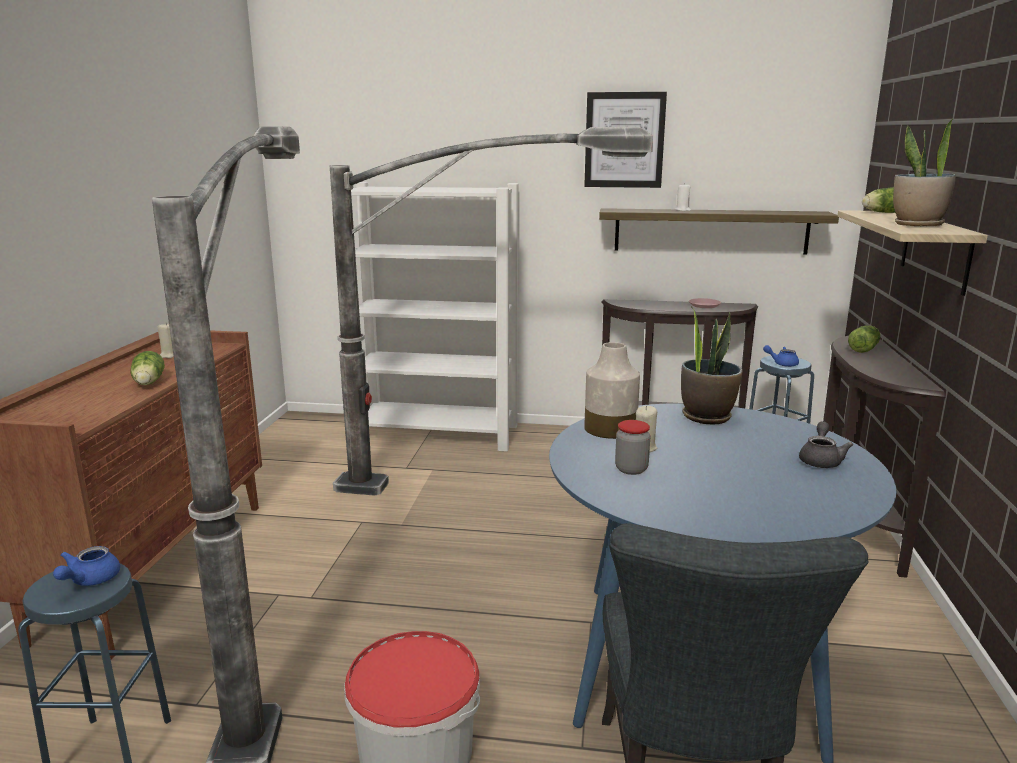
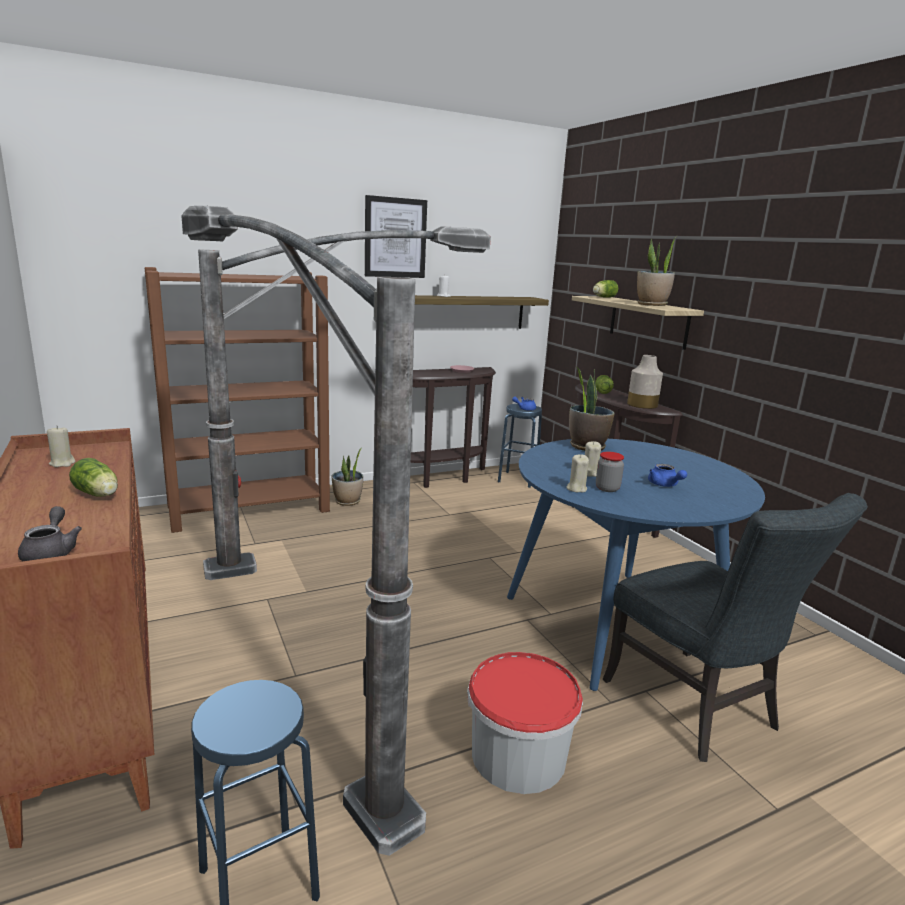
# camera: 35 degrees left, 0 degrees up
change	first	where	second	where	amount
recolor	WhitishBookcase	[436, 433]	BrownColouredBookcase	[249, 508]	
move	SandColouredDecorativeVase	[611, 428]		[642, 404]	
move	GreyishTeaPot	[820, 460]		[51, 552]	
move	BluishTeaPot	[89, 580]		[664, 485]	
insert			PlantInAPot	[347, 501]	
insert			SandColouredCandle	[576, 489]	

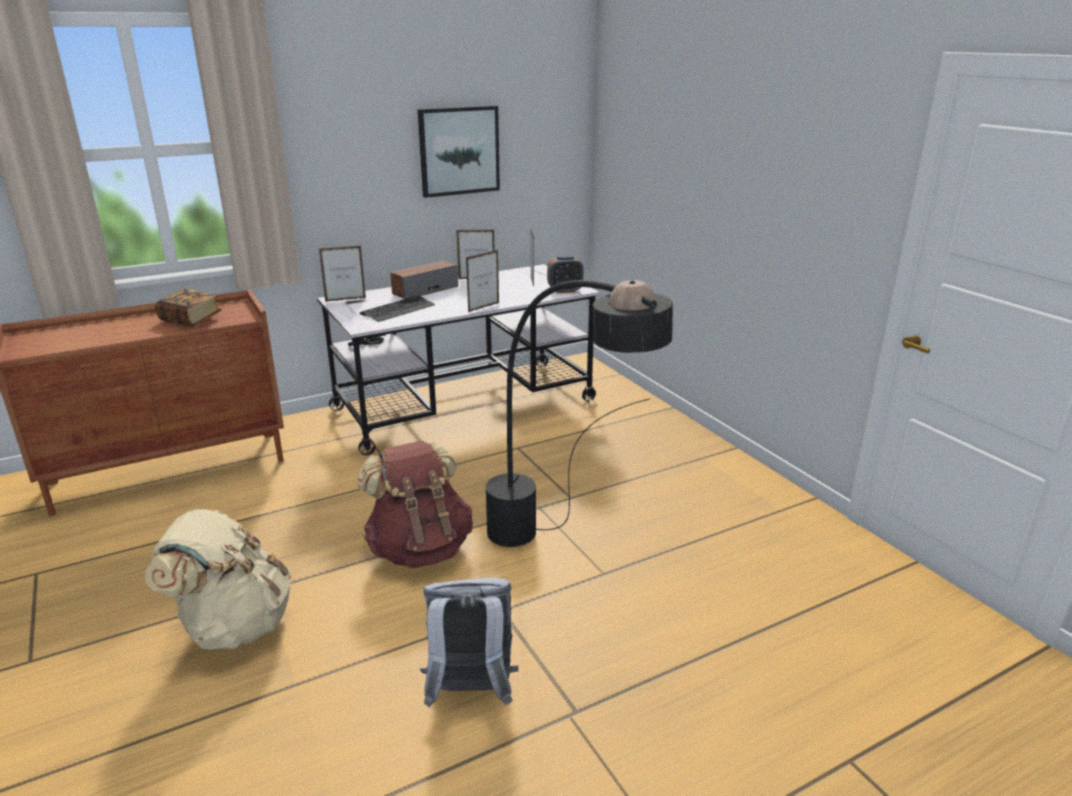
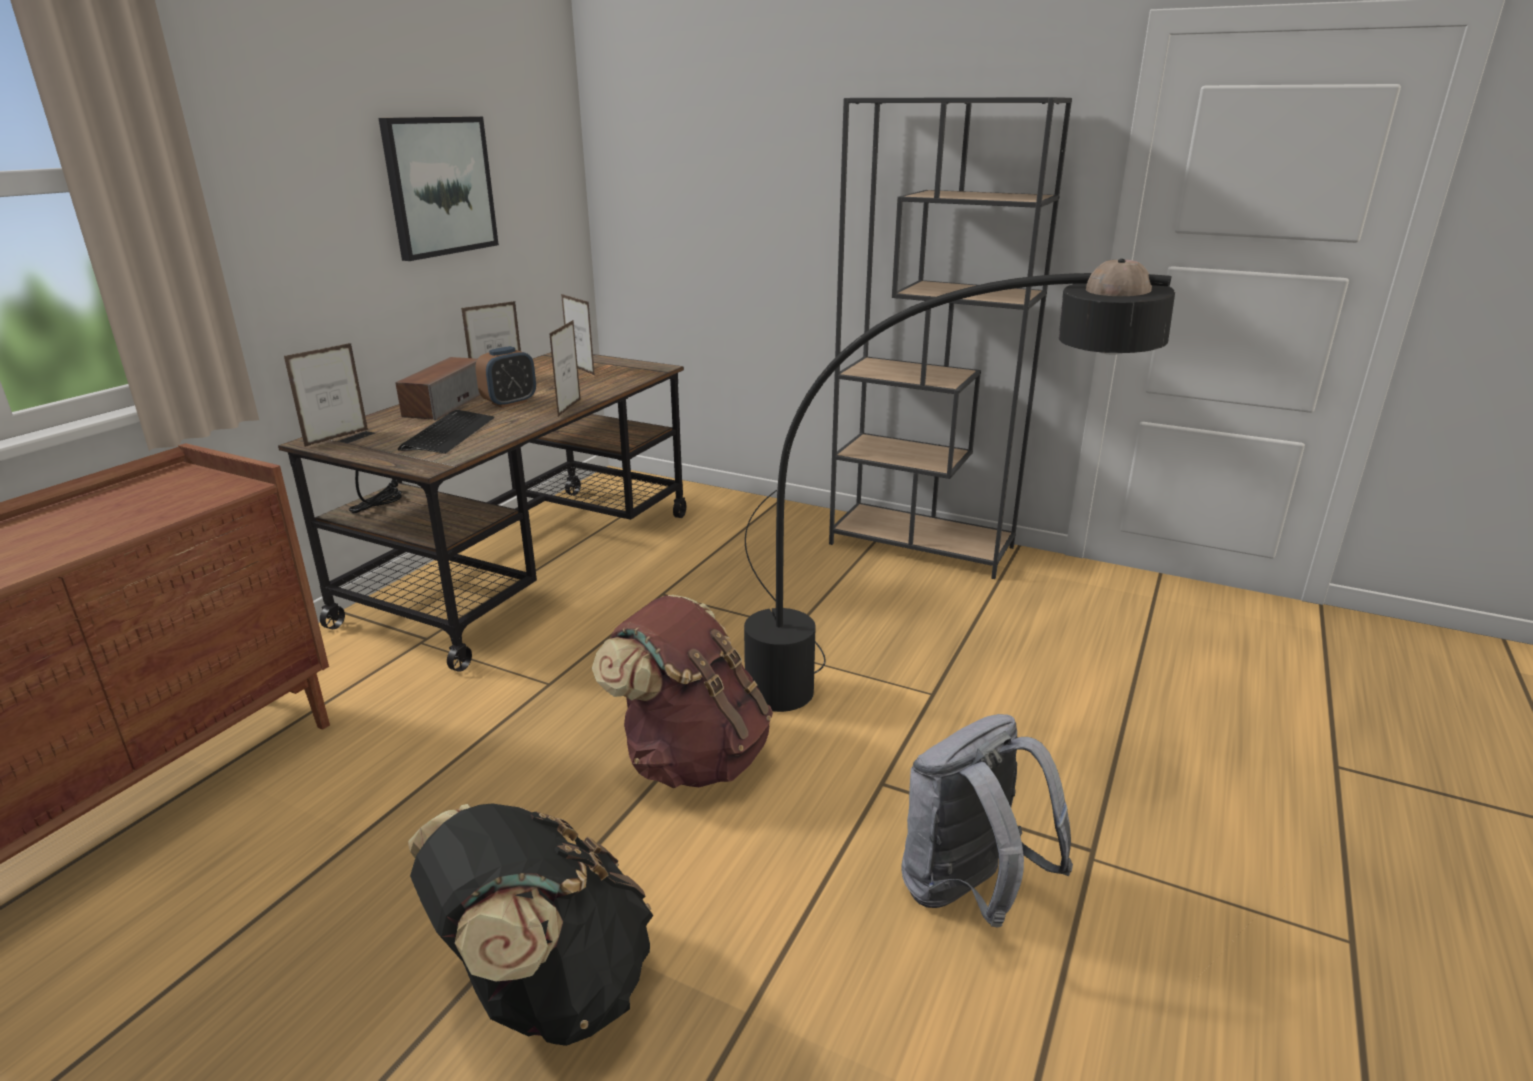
# camera: 35 degrees left, 0 degrees up
change	first	where	second	where	amount
move	AlarmClock	[565, 291]		[509, 402]	
recolor	WhitishDeskTable	[464, 405]	BrownColouredDeskTable	[527, 565]	
delete	BoundBook	[191, 319]			
recolor	SandColouredKnapsack	[234, 625]	BlackishKnapsack	[546, 988]	
insert			Bookcase	[922, 545]	

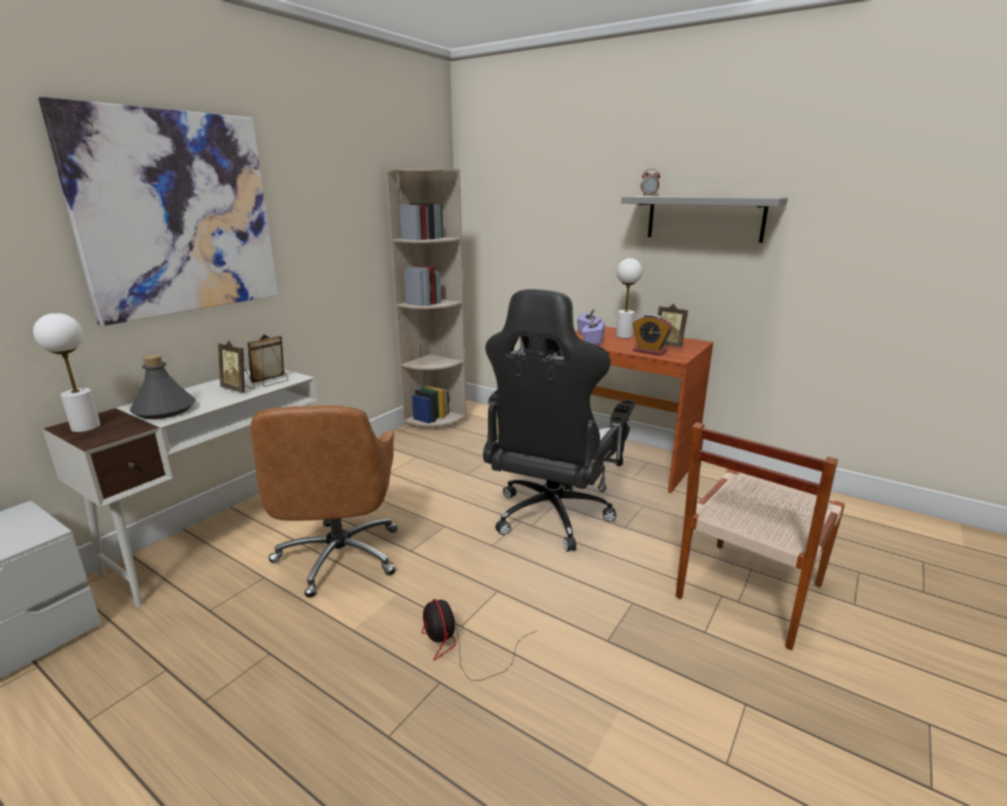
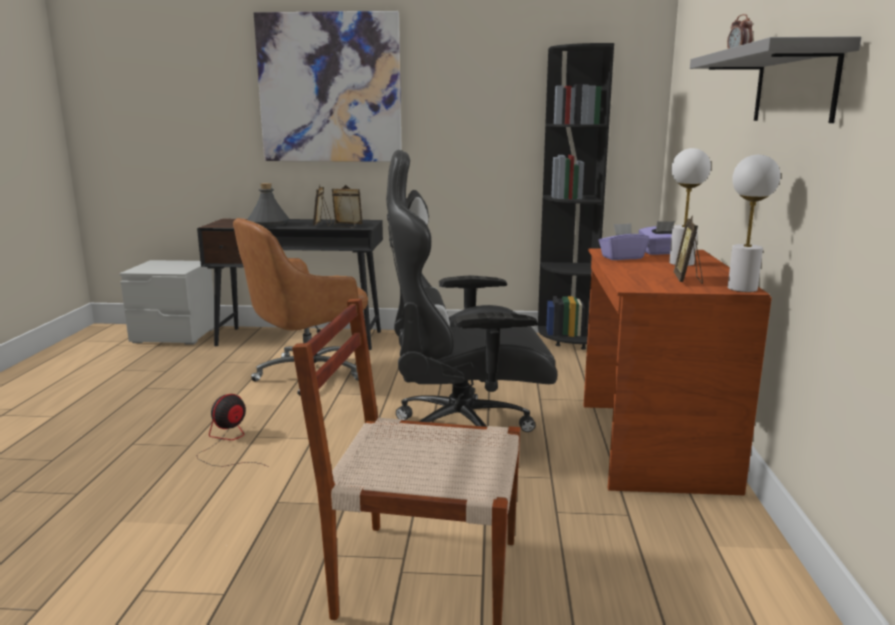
# camera: 60 degrees right, 5 degrees down
change	first	where	second	where	amount
recolor	SandColouredBookcase	[435, 424]	BlackishBookcase	[566, 342]	
move	WhitishTableLamp	[85, 427]		[742, 288]	
delete	AlarmClock	[649, 351]			
recolor	WhitishDeskTable	[224, 536]	BlackishDeskTable	[301, 338]	

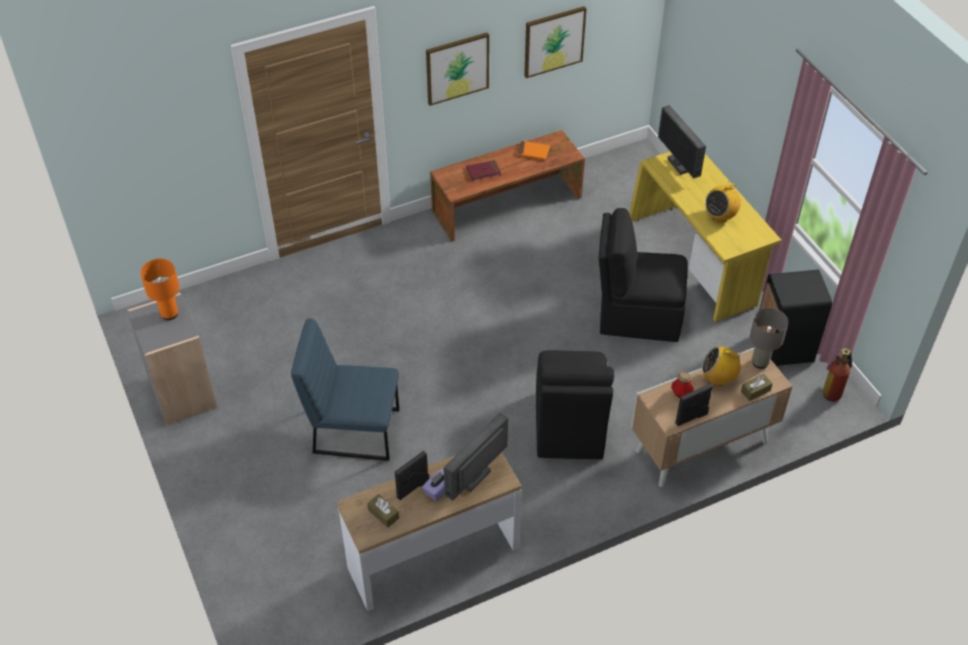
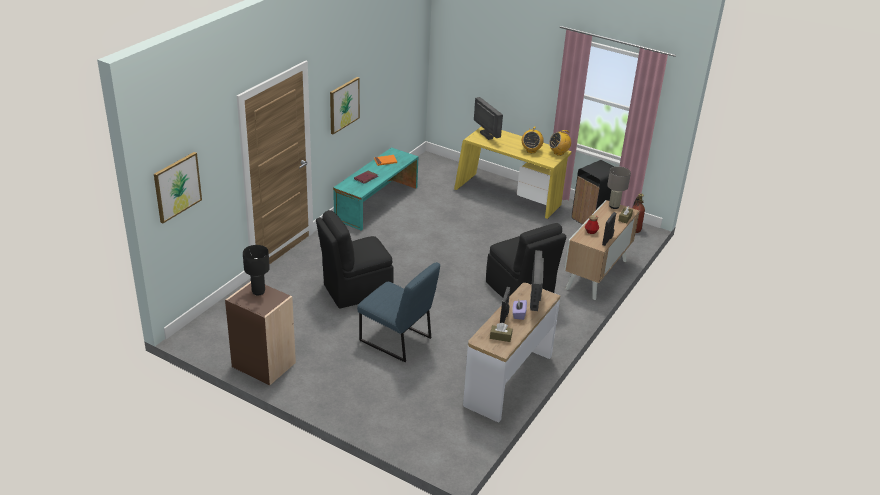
# camera: 35 degrees left, 15 degrees down
change	first	where	second	where	amount
move	WallArt	[554, 41]		[177, 186]	
rotate	Monitor	[678, 165]		[485, 136]	150 degrees counterclockwise
recolor	BrownColouredLongSeat	[507, 203]	BlueGreenLongSeat	[376, 202]	
move	BlackishPlainChair	[637, 315]		[355, 290]	
recolor	OrangeyTableLamp	[169, 314]	BlackishTableLamp	[258, 292]	
recolor	GreyishBookcase	[182, 393]	BrownColouredBookcase	[262, 365]	
rotate	BluishPlainChair	[353, 430]		[397, 340]	120 degrees counterclockwise
move	RadioSet	[718, 379]		[559, 153]	

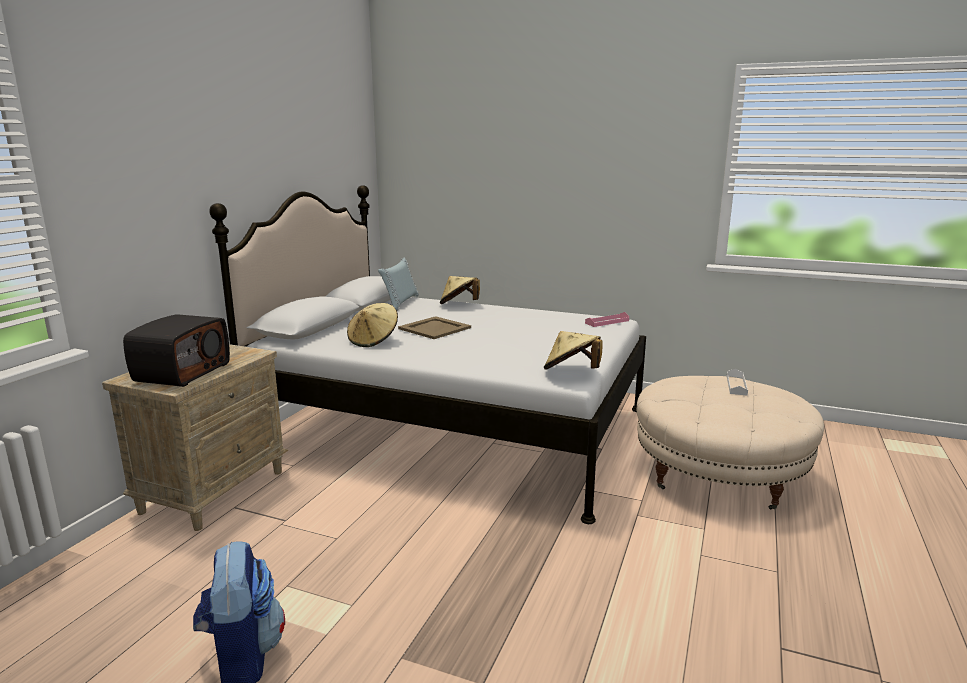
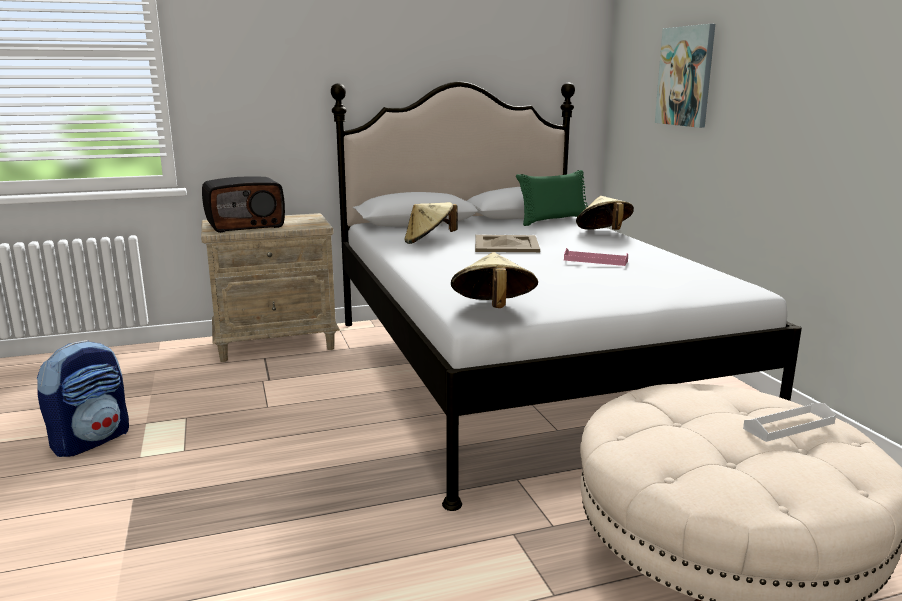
# camera: 50 degrees right, 0 degrees up
change	first	where	second	where	amount
recolor	BluishThrowPillow	[400, 303]	GreenishThrowPillow	[553, 221]	
move	PinkColouredTray	[607, 322]		[595, 260]	
insert			WallArt	[686, 76]	

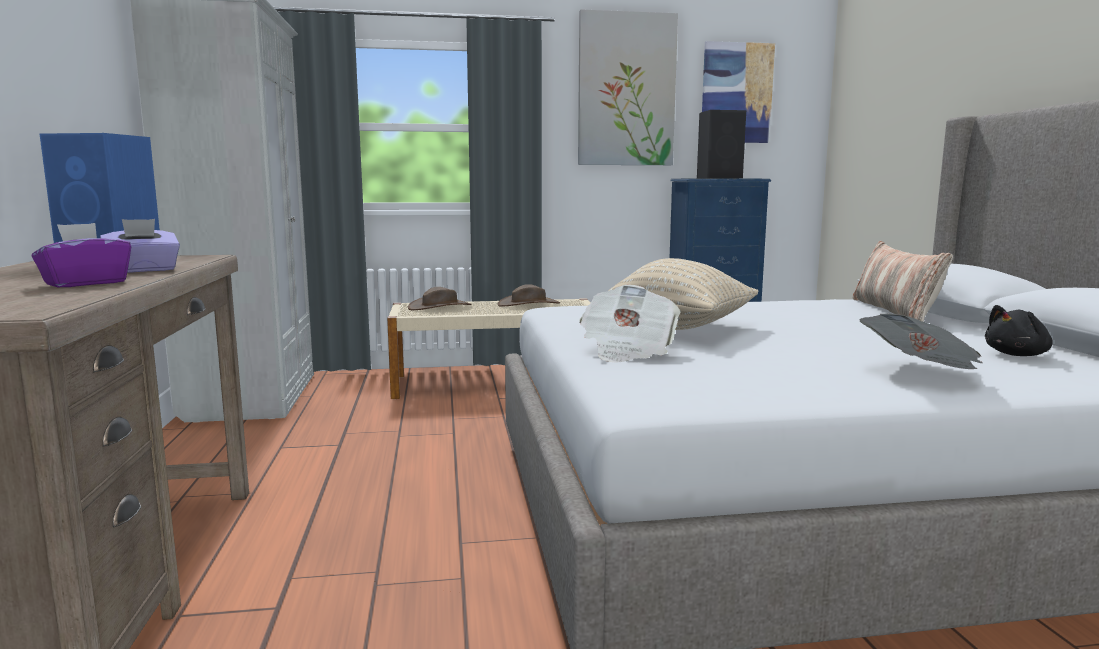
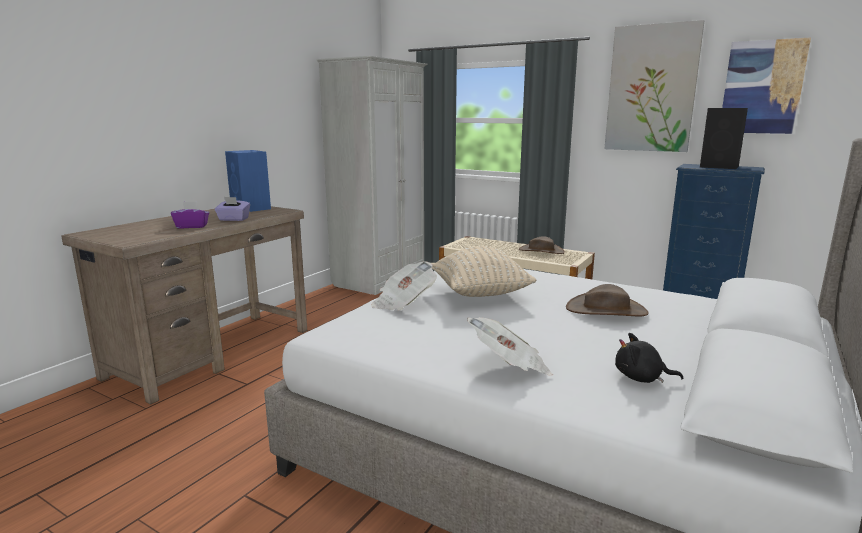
# camera: 40 degrees right, 5 degrees up
change	first	where	second	where	amount
delete	ThrowPillow	[894, 311]			
move	BrownColouredClothingHat	[440, 307]		[606, 310]	

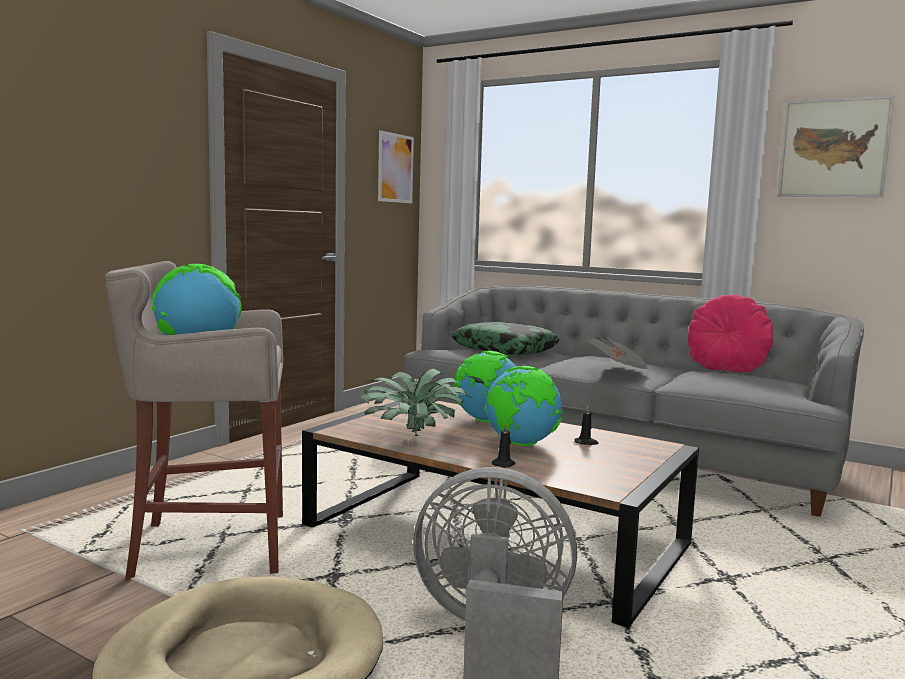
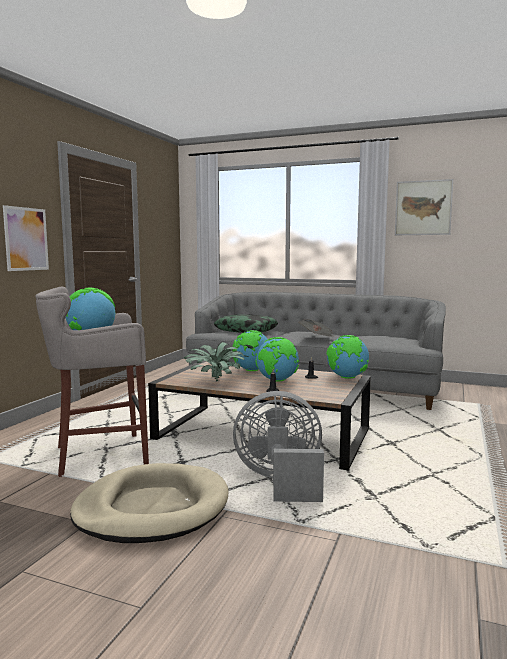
# camera: 10 degrees left, 0 degrees up
change	first	where	second	where	amount
move	WallArt	[395, 168]		[26, 239]	
delete	PinkColouredThrowPillow	[726, 370]			
insert			DeskGlobe	[347, 378]	

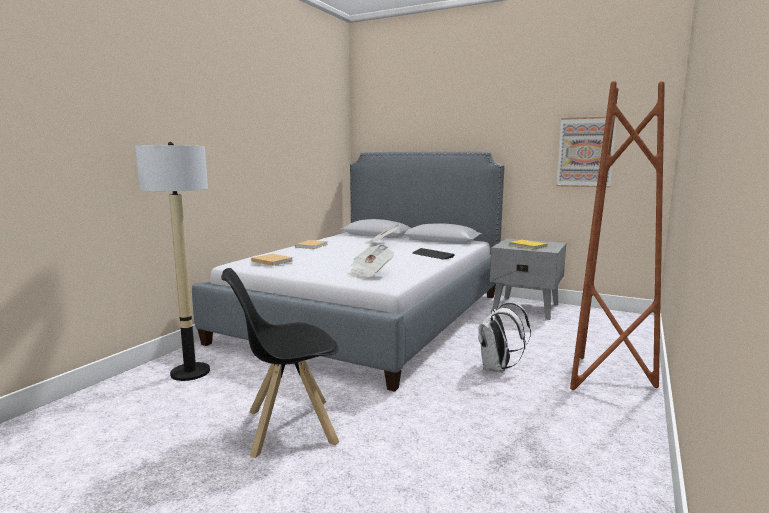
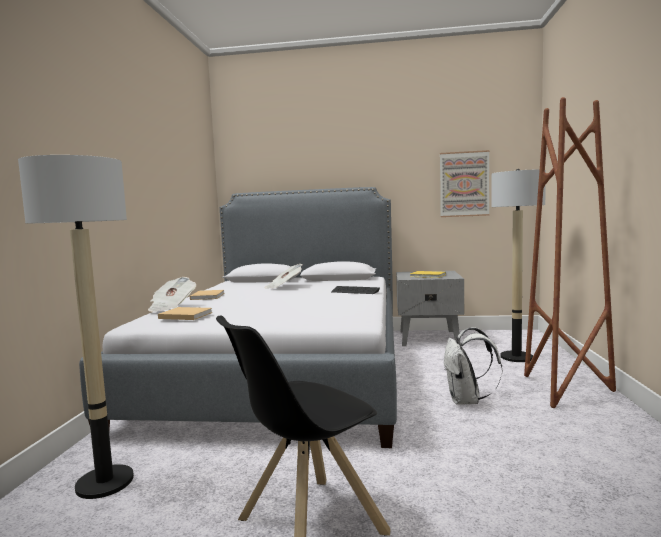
# camera: 20 degrees left, 5 degrees down
change	first	where	second	where	amount
move	PrintedPaper	[369, 273]		[171, 307]	
insert			StandardLamp	[516, 357]	

